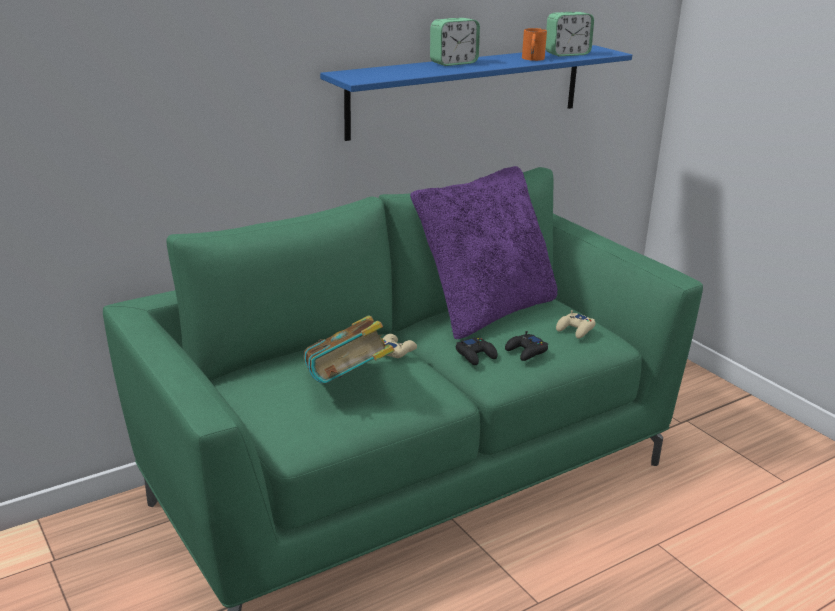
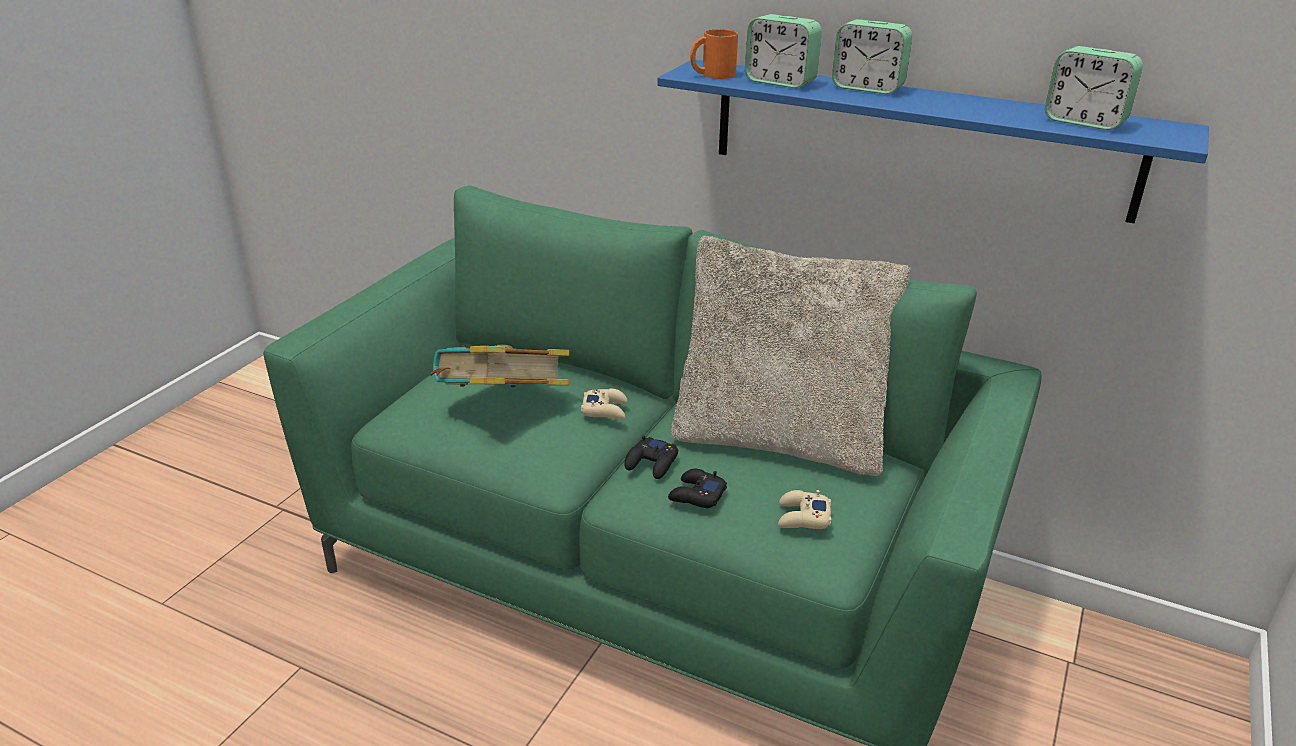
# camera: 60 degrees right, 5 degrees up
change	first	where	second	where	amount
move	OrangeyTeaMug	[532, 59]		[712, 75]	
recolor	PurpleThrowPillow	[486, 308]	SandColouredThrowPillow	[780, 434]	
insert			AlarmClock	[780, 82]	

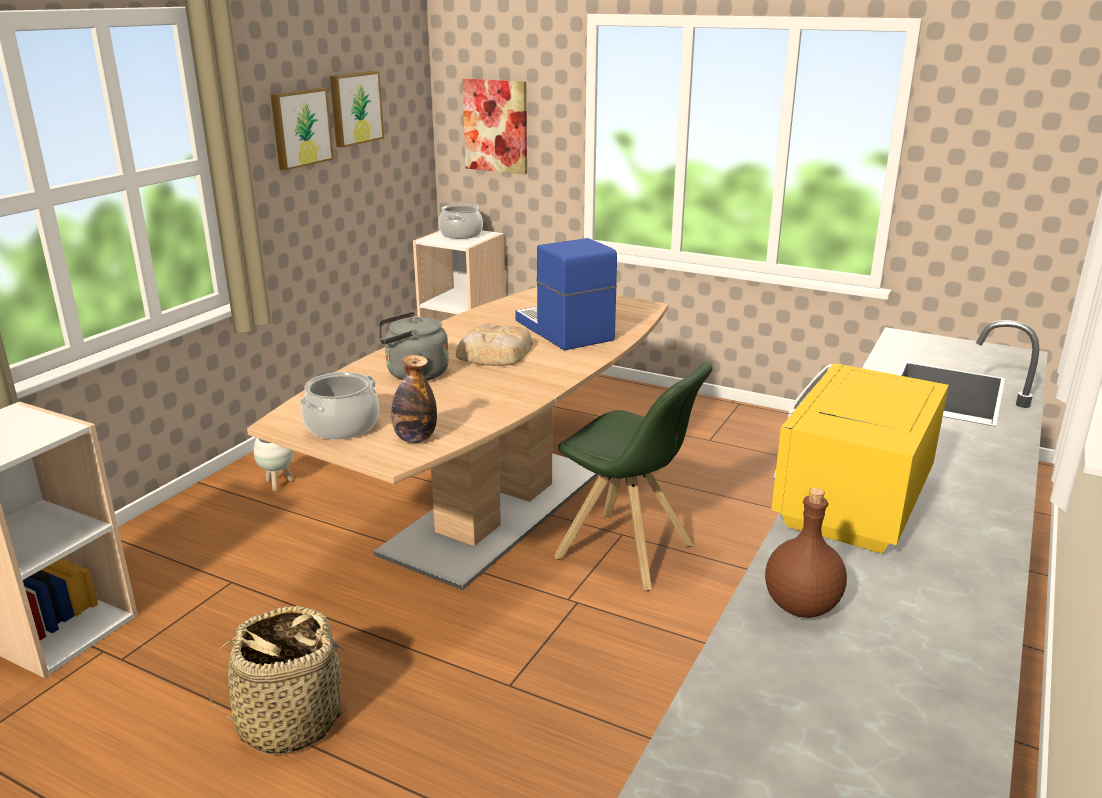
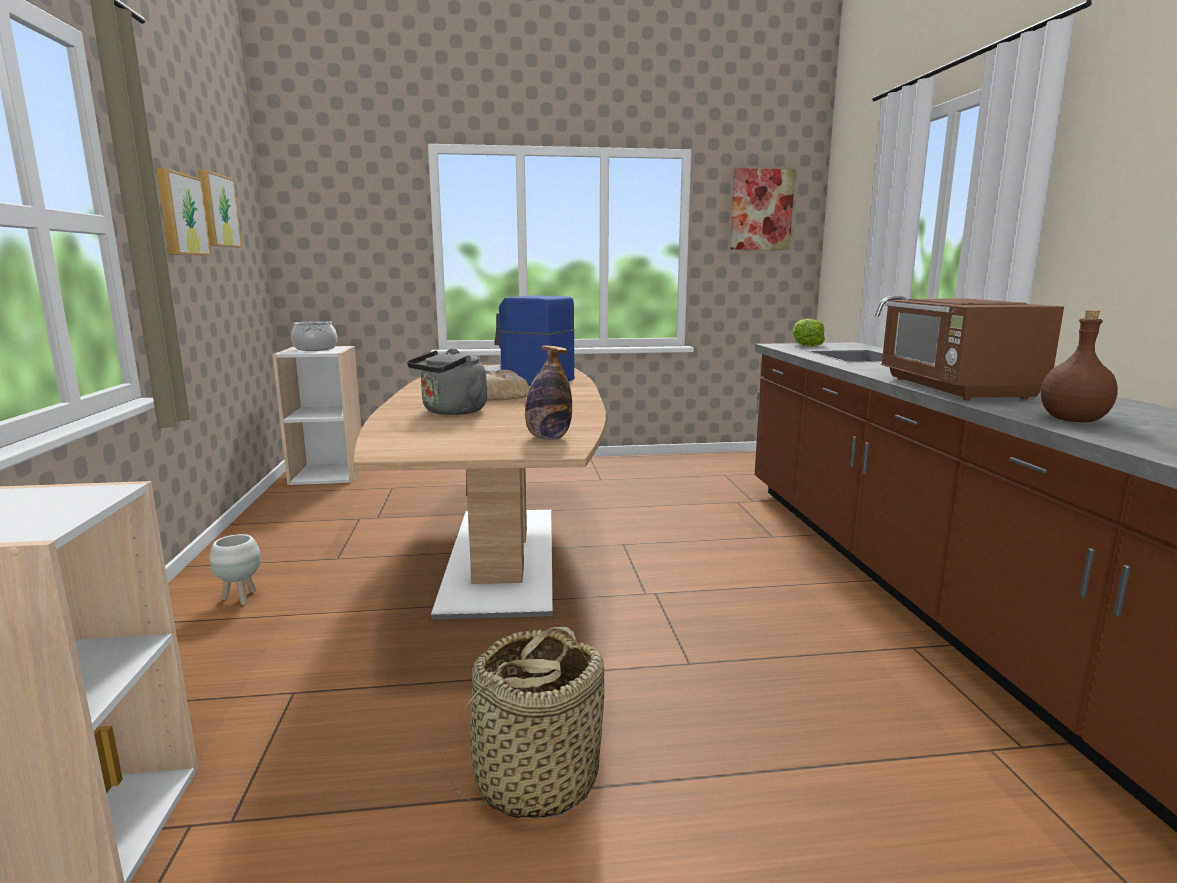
# camera: 35 degrees left, 10 degrees down
change	first	where	second	where	amount
move	WallArt	[496, 126]		[761, 209]	
delete	GreenishPlainChair	[626, 551]			
recolor	YellowKitchenMicrowave	[850, 503]	BrownColouredKitchenMicrowave	[955, 388]	
delete	CookingPot	[342, 426]			
insert			LettuceHead	[805, 345]	

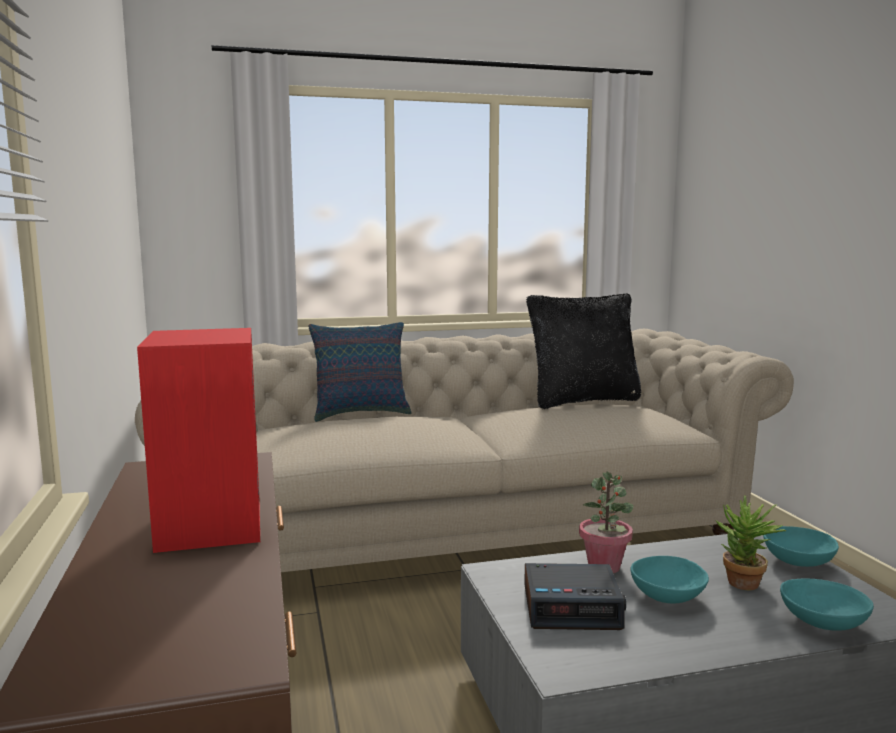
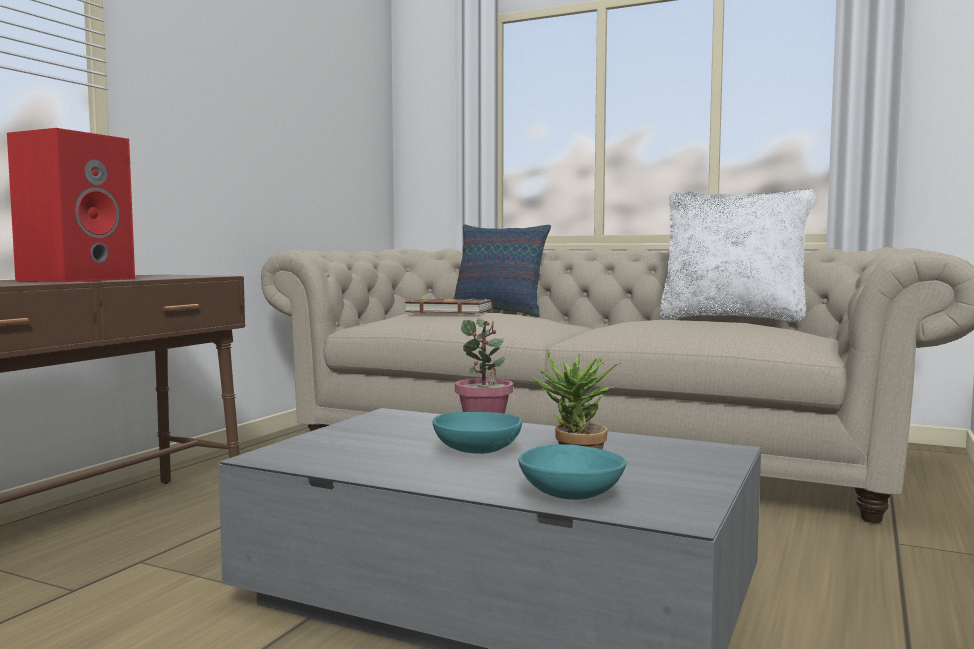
# camera: 40 degrees right, 5 degrees down
change	first	where	second	where	amount
recolor	BlackishThrowPillow	[585, 402]	WhitishThrowPillow	[733, 321]	
delete	BlueGreenServingBowl	[797, 562]			
delete	AlarmClock	[572, 607]			
insert			BrownColouredBoundBook	[449, 311]	

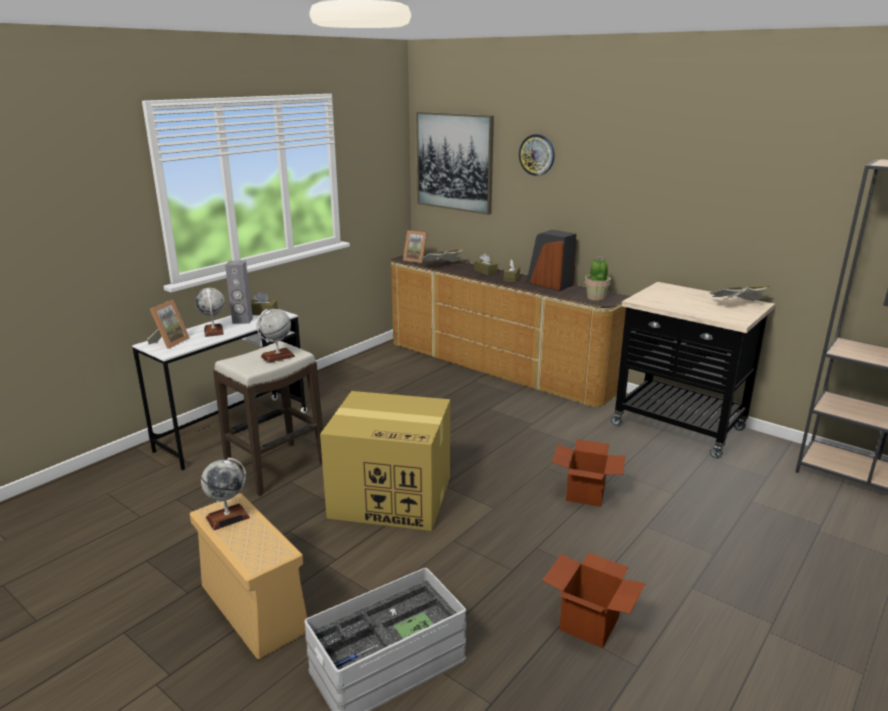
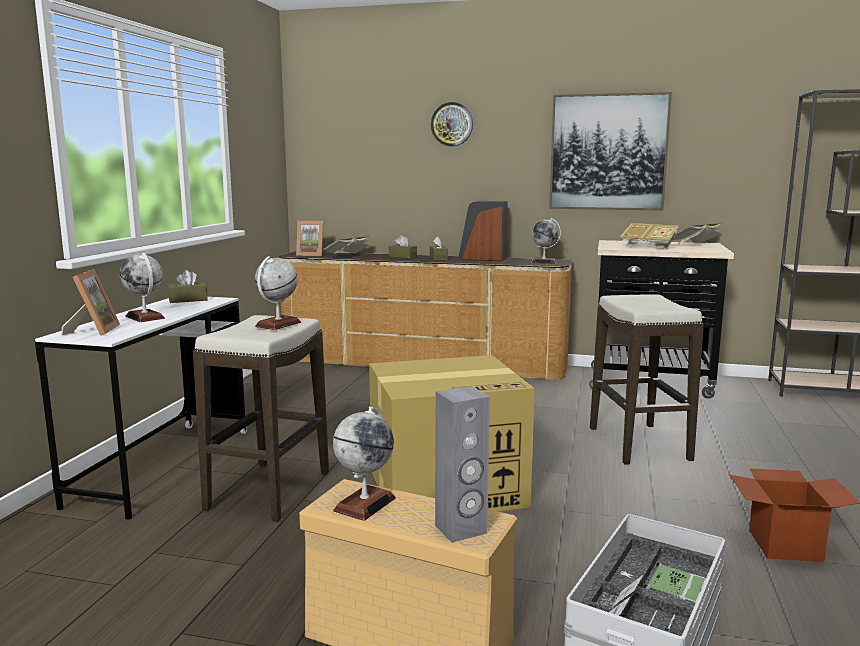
# camera: 25 degrees left, 10 degrees down
change	first	where	second	where	amount
move	WallArt	[454, 162]		[608, 152]	
replace	PlantInAPot	[596, 297]	DeskGlobe	[544, 262]	
move	GreyishAudioSpeaker	[242, 321]		[461, 530]	
replace	PackingBox	[585, 493]	StoolSeat	[638, 444]	
insert			BoundBook	[648, 247]	

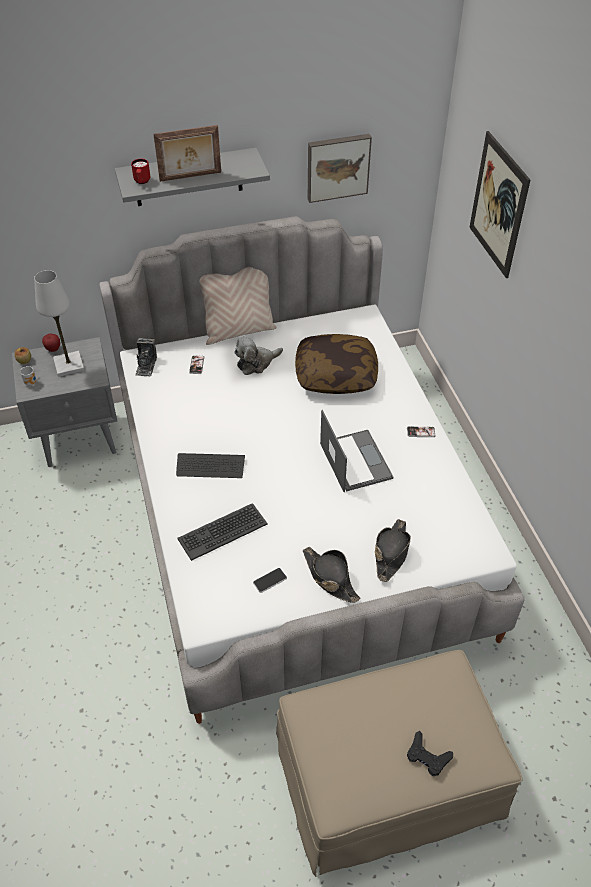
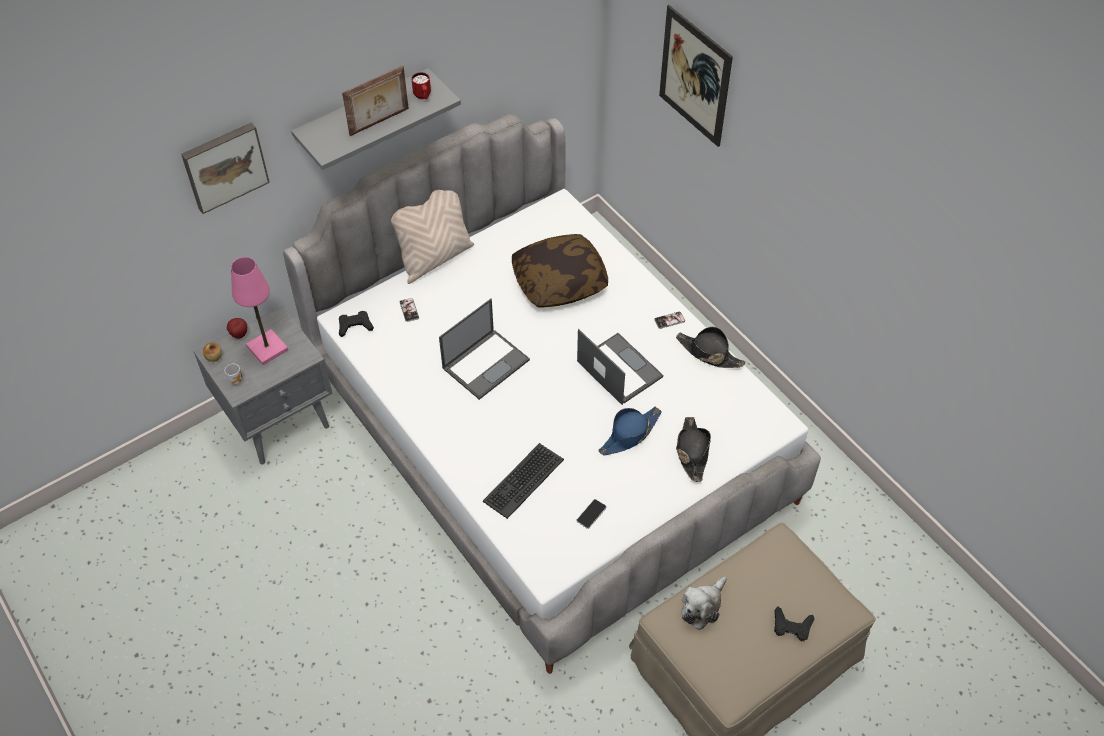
# camera: 20 degrees left, 5 degrees up
change	first	where	second	where	amount
move	WallArt	[337, 166]		[224, 166]	
move	RedTeaMug	[142, 182]		[423, 96]	
recolor	WhitishTableLamp	[69, 365]	PinkColouredTableLamp	[267, 348]	
move	SoftToy	[256, 363]		[702, 606]	
replace	PhotoCamera	[146, 366]	BlackishJoypad	[355, 326]	
delete	ComputerKeyboard	[210, 466]			
move	BlackishClothingHat	[329, 577]		[709, 353]	
insert			NotebookComputer	[486, 363]	
insert			BluishClothingHat	[629, 434]	

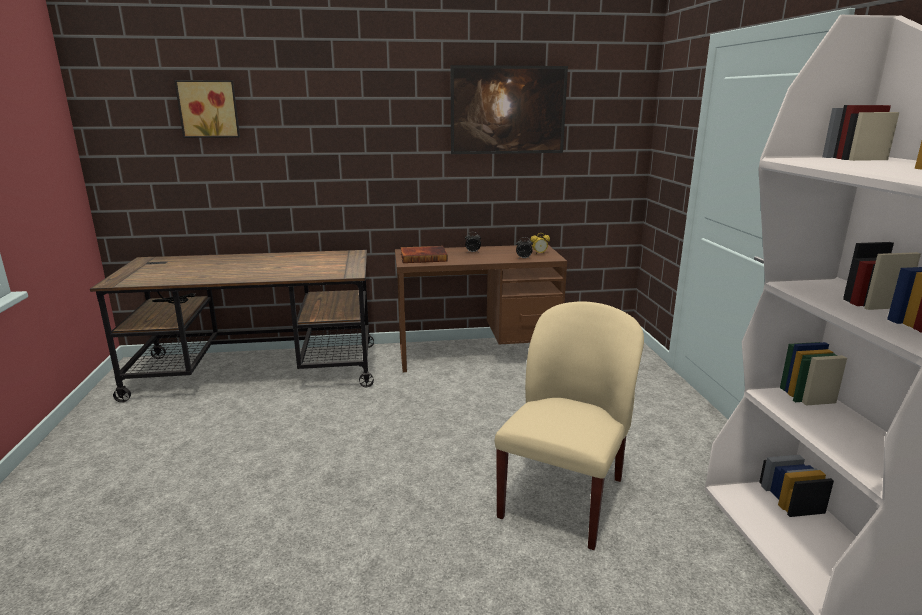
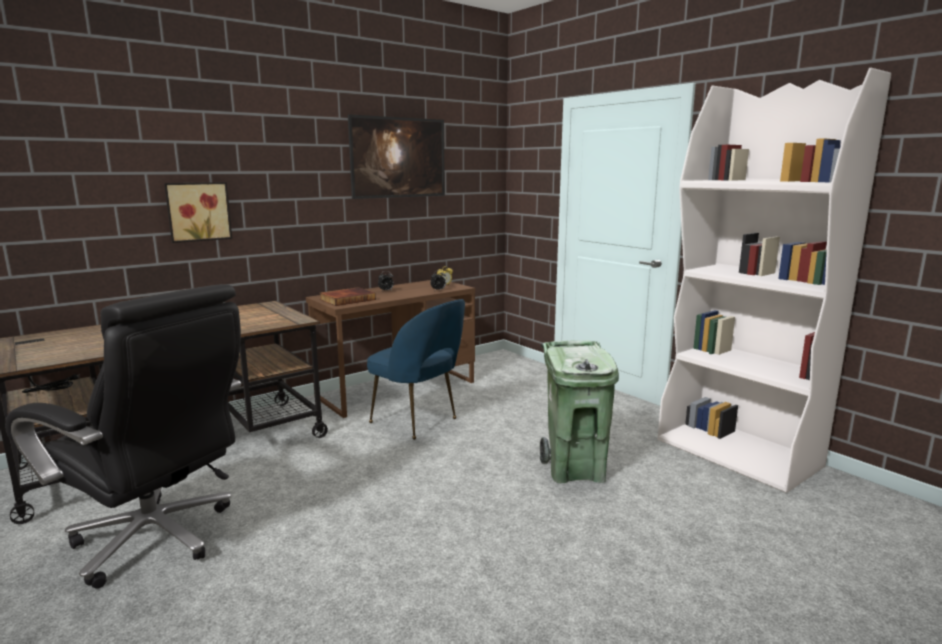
# camera: 30 degrees left, 5 degrees down
change	first	where	second	where	amount
move	WallArt	[209, 109]		[198, 211]	
replace	SandColouredPlainChair	[564, 496]	GreenishWasteBin	[575, 470]	
insert			BlackishDeskChair	[159, 542]	
insert			BluishPlainChair	[418, 423]	

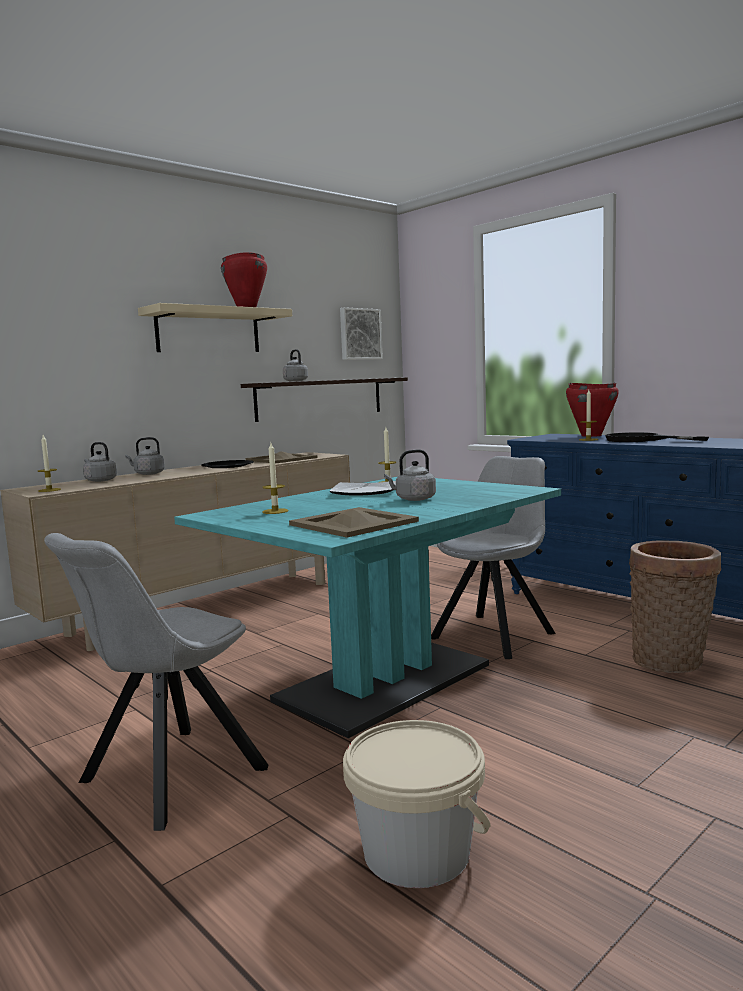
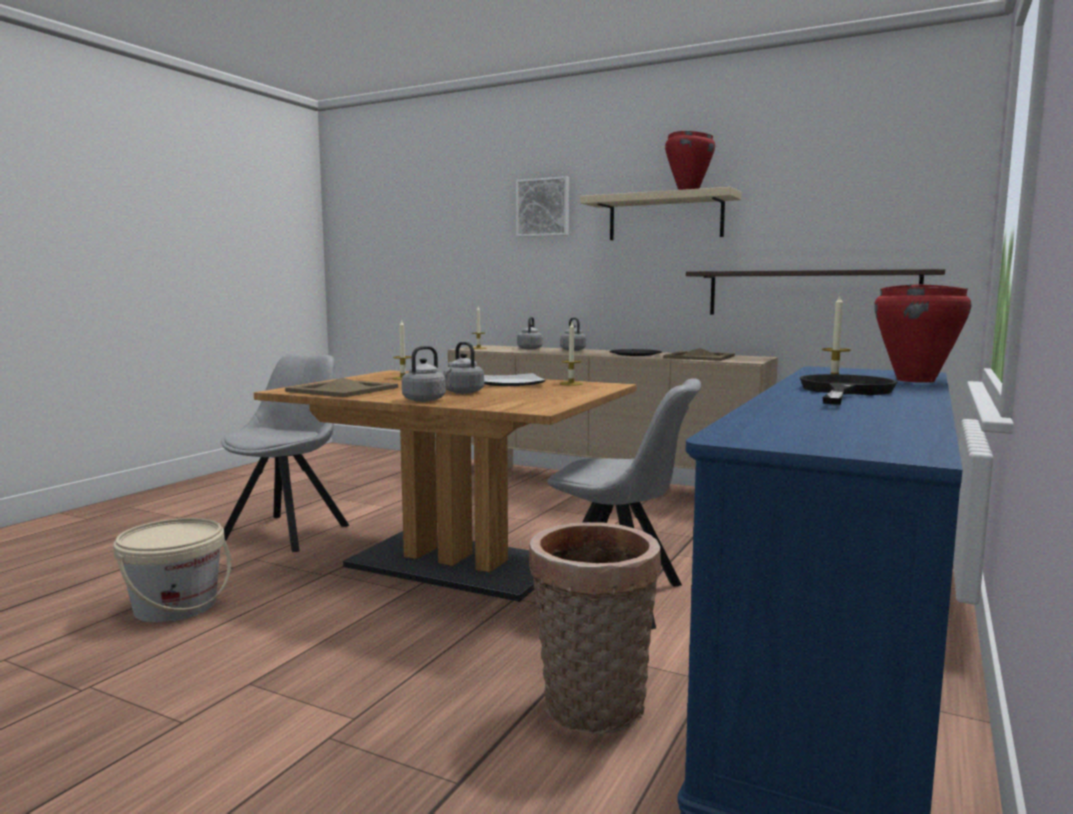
# camera: 70 degrees right, 0 degrees up
change	first	where	second	where	amount
move	WallArt	[359, 334]		[543, 207]	
move	GreyishWaterKettle	[295, 381]		[426, 399]	
recolor	BlueGreenDinnerTable	[384, 683]	BrownColouredDinnerTable	[455, 565]	
rotate	GreyishPlainChair	[169, 777]		[288, 531]	90 degrees clockwise

